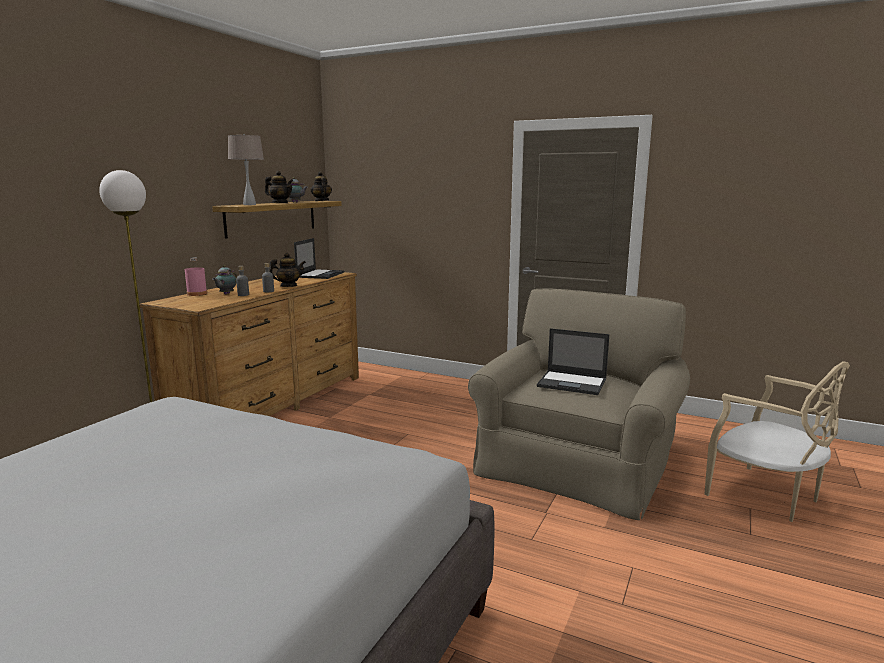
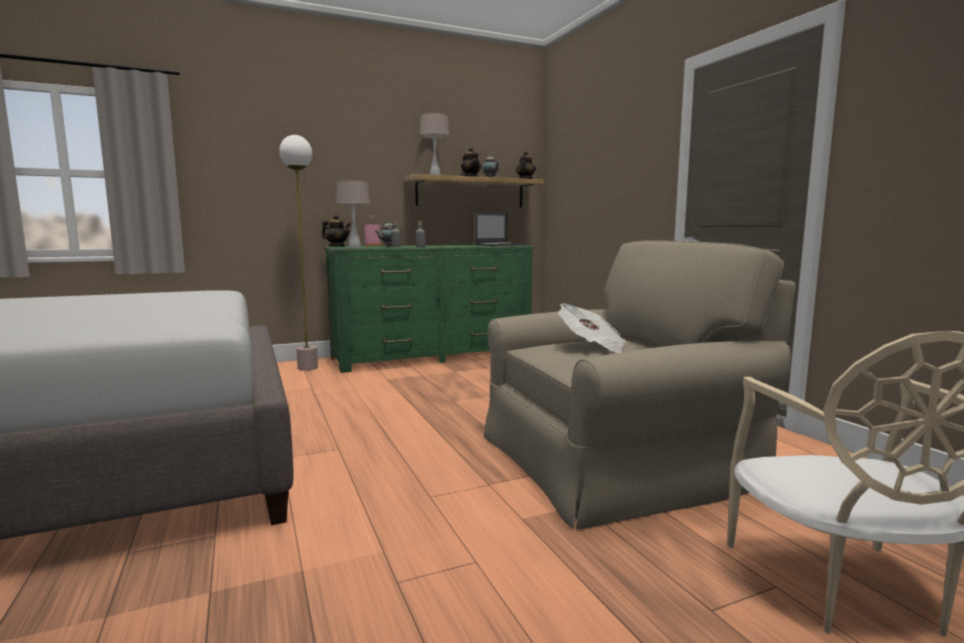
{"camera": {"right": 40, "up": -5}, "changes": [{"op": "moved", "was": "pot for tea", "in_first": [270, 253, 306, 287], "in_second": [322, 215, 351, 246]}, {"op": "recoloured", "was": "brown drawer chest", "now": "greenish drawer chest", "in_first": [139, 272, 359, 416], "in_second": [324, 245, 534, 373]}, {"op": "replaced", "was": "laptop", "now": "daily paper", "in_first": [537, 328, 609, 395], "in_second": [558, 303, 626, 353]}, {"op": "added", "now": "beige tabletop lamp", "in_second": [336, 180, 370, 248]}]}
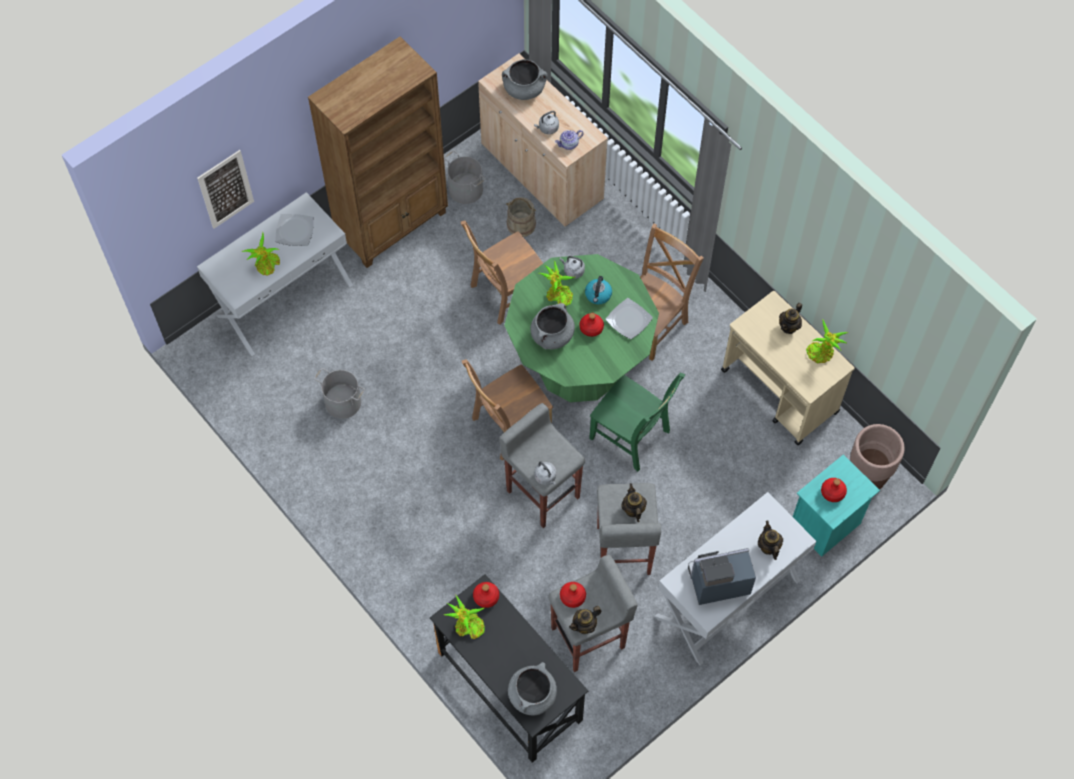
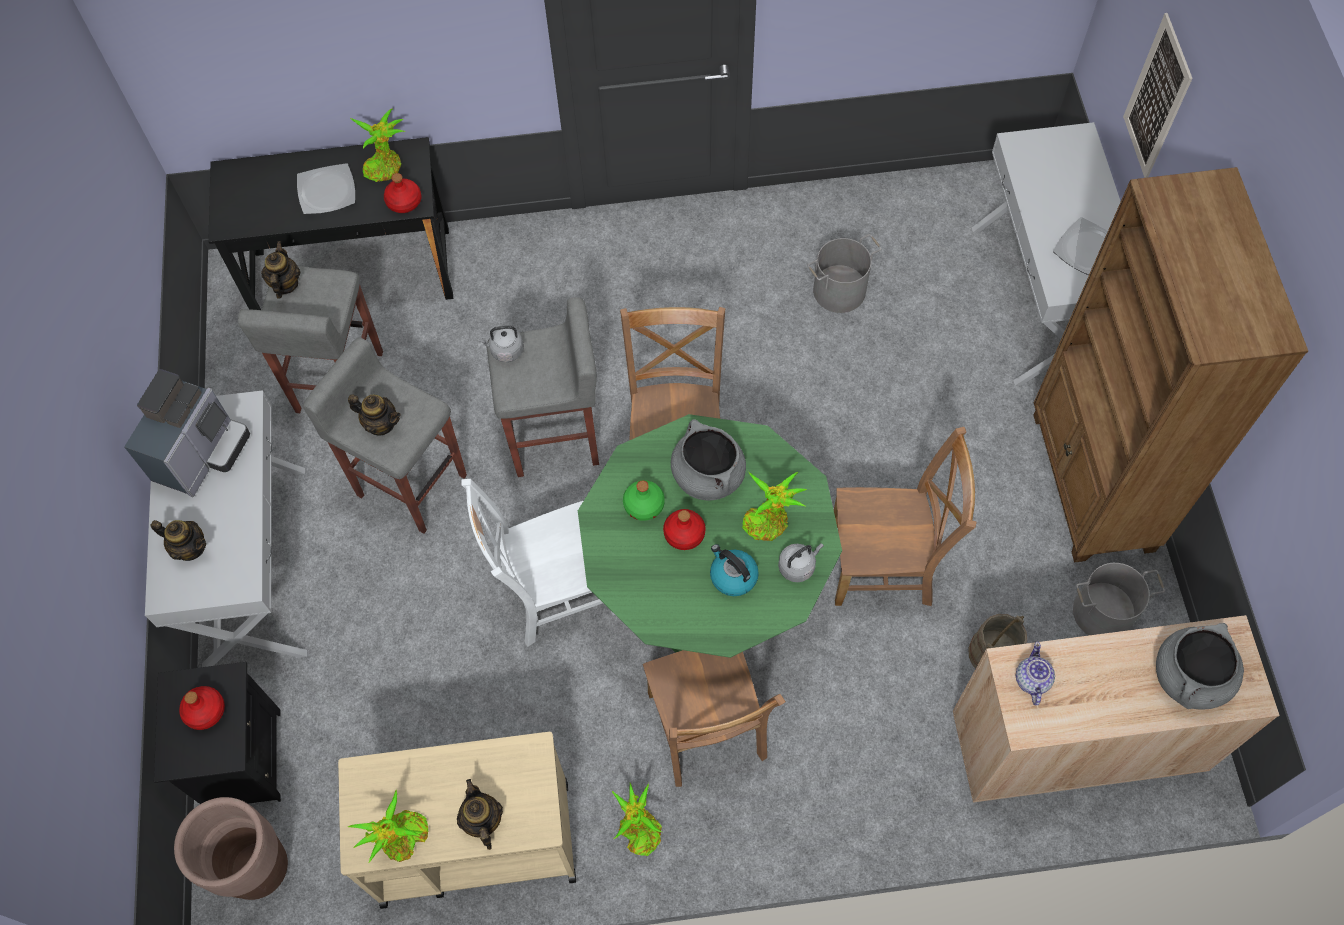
{"camera": {"right": 125, "up": 0}, "changes": [{"op": "removed", "was": "greyish water kettle", "in_first": [534, 111, 559, 134]}, {"op": "turned", "was": "brown chair", "in_first": [461, 220, 543, 325], "in_second": [834, 427, 976, 606], "clockwise": 90}, {"op": "moved", "was": "potted plant", "in_first": [242, 232, 280, 276], "in_second": [612, 783, 662, 856]}, {"op": "moved", "was": "plate", "in_first": [606, 298, 653, 339], "in_second": [297, 163, 355, 214]}, {"op": "recoloured", "was": "greenish chair", "now": "white chair", "in_first": [589, 373, 685, 472], "in_second": [461, 479, 615, 647]}, {"op": "recoloured", "was": "blue-green bedside table", "now": "black bedside table", "in_first": [793, 454, 880, 557], "in_second": [154, 662, 281, 804]}, {"op": "removed", "was": "red-coloured bottle", "in_first": [560, 582, 586, 608]}, {"op": "removed", "was": "greyish saucepot", "in_first": [508, 662, 557, 715]}, {"op": "added", "now": "greenish bottle", "in_second": [623, 480, 665, 521]}]}
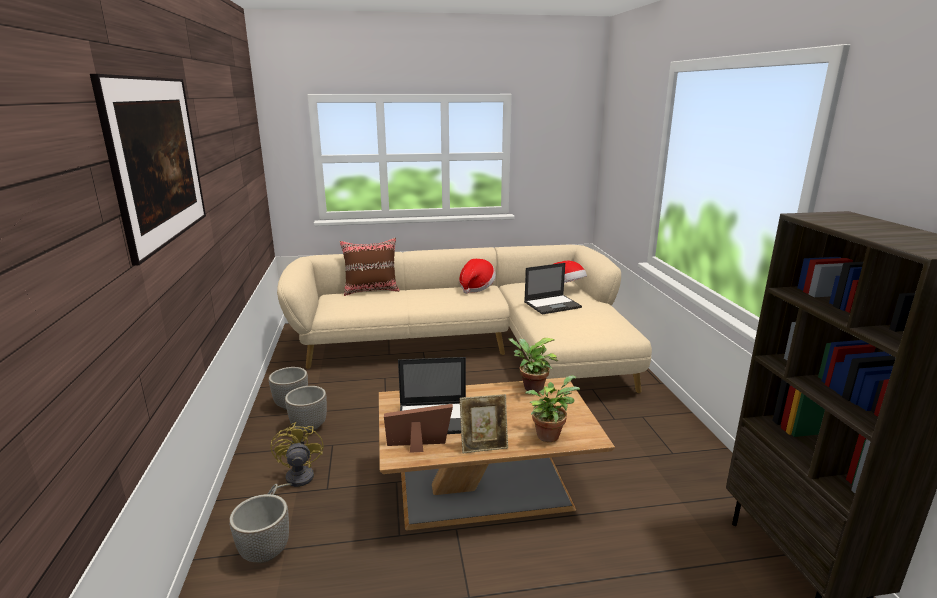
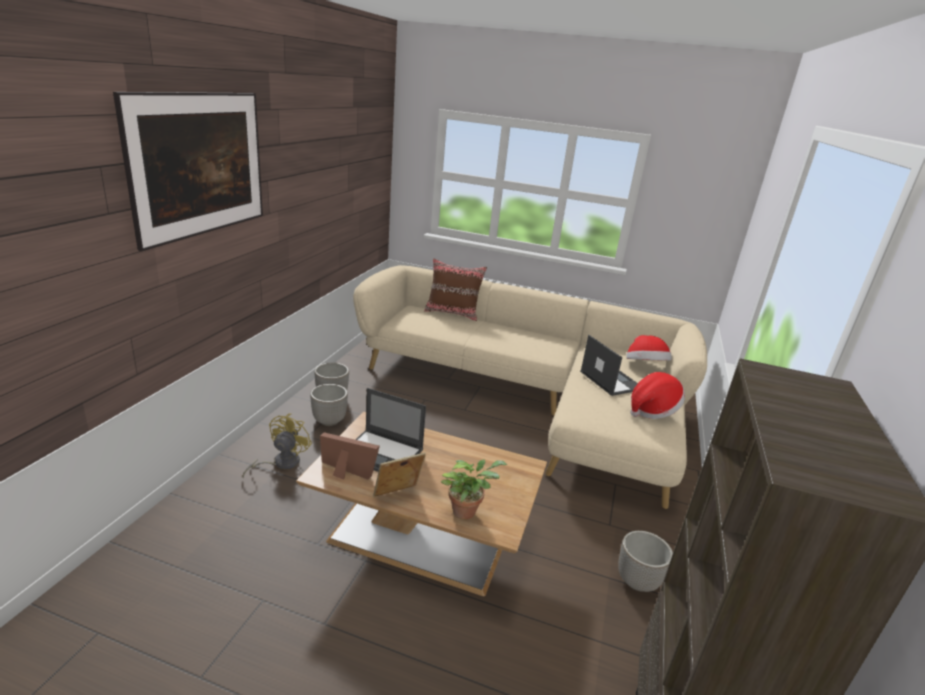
{"camera": {"right": 25, "up": 5}, "changes": [{"op": "moved", "was": "hat", "in_first": [459, 259, 496, 294], "in_second": [630, 372, 685, 419]}, {"op": "turned", "was": "laptop", "in_first": [524, 263, 582, 314], "in_second": [580, 335, 638, 396], "clockwise": -120}, {"op": "removed", "was": "potted plant", "in_first": [508, 338, 558, 393]}, {"op": "turned", "was": "standing frame", "in_first": [460, 394, 508, 453], "in_second": [373, 453, 426, 497], "clockwise": 135}, {"op": "moved", "was": "planter", "in_first": [229, 494, 289, 563], "in_second": [618, 531, 673, 592]}]}
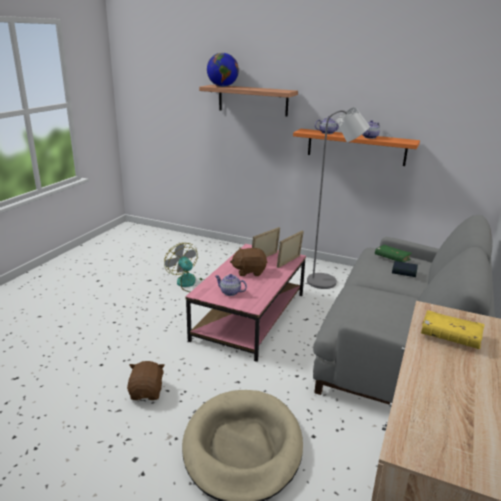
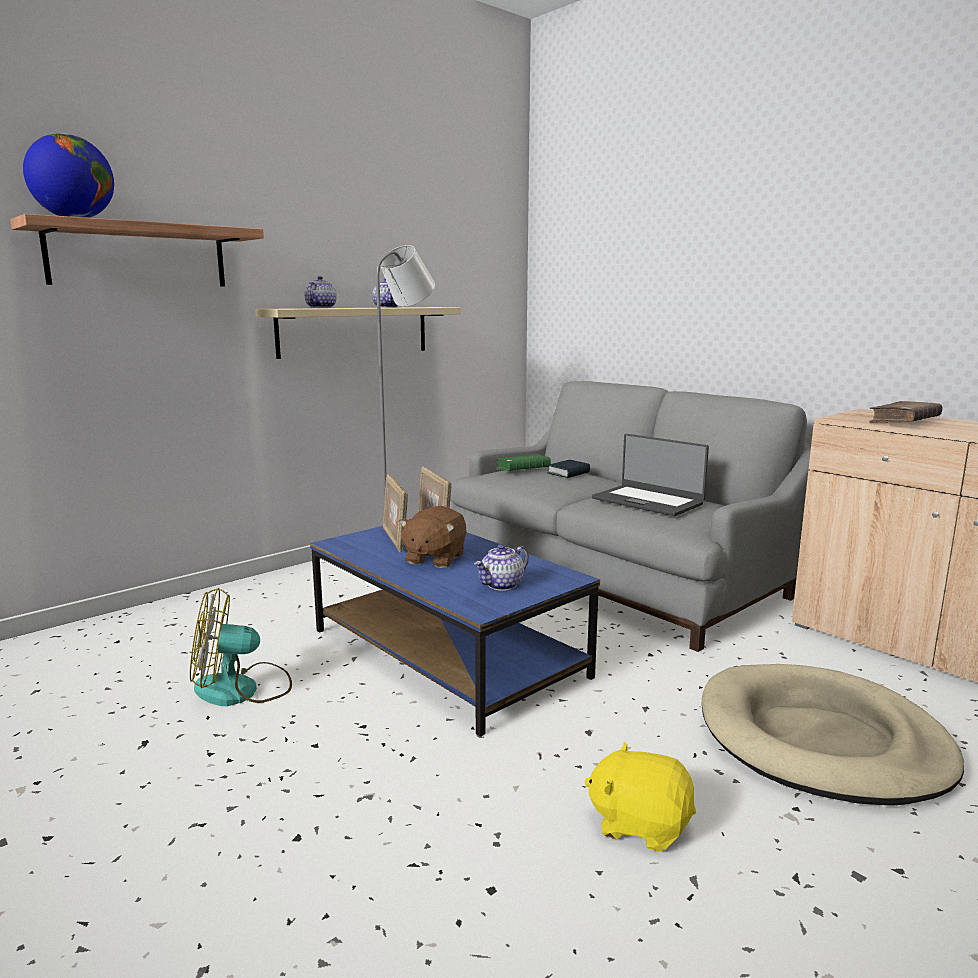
{"camera": {"right": -65, "up": -10}, "changes": [{"op": "recoloured", "was": "orange-coloured bracket shelf", "now": "beige bracket shelf", "in_first": [293, 129, 420, 166], "in_second": [255, 307, 461, 359]}, {"op": "recoloured", "was": "pink-coloured low table", "now": "blue low table", "in_first": [185, 244, 306, 362], "in_second": [310, 519, 600, 737]}, {"op": "recoloured", "was": "yellow-coloured book", "now": "brown book", "in_first": [421, 310, 484, 349], "in_second": [869, 401, 943, 423]}, {"op": "recoloured", "was": "brown plush toy", "now": "yellow-coloured plush toy", "in_first": [127, 361, 165, 400], "in_second": [584, 741, 696, 852]}, {"op": "added", "now": "laptop", "in_second": [592, 434, 709, 516]}]}
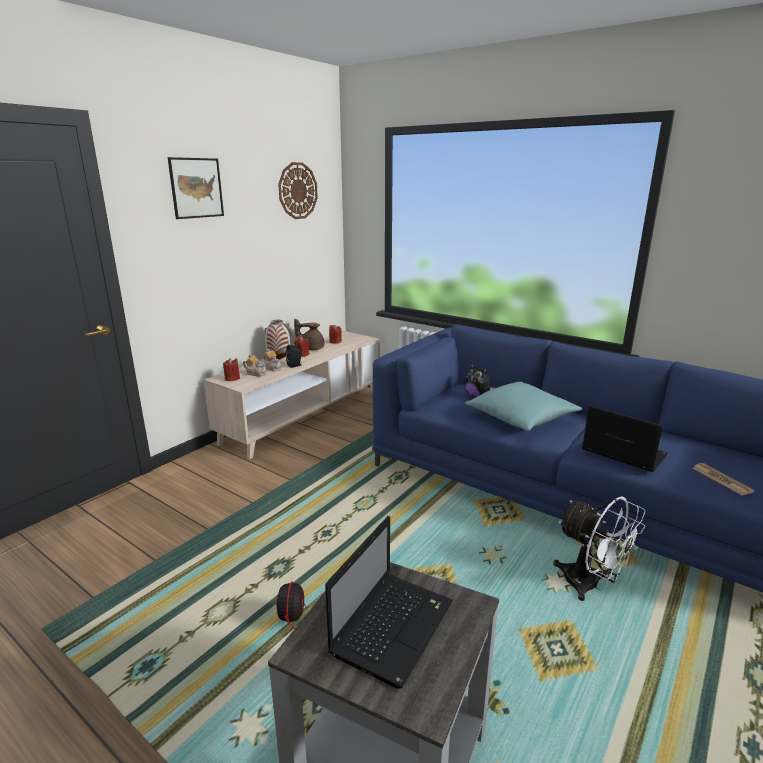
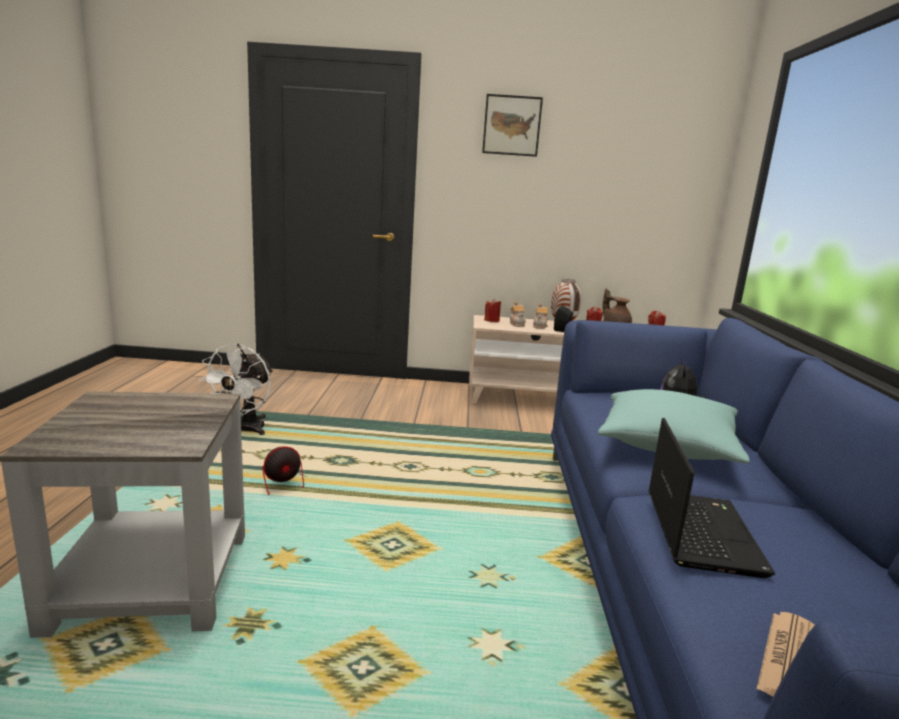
{"camera": {"right": 55, "up": -5}, "changes": [{"op": "removed", "was": "clock on the wall", "in_first": [278, 162, 318, 219]}, {"op": "moved", "was": "white cooling fan", "in_first": [553, 496, 646, 601], "in_second": [199, 344, 273, 435]}, {"op": "removed", "was": "laptop", "in_first": [325, 516, 453, 688]}]}
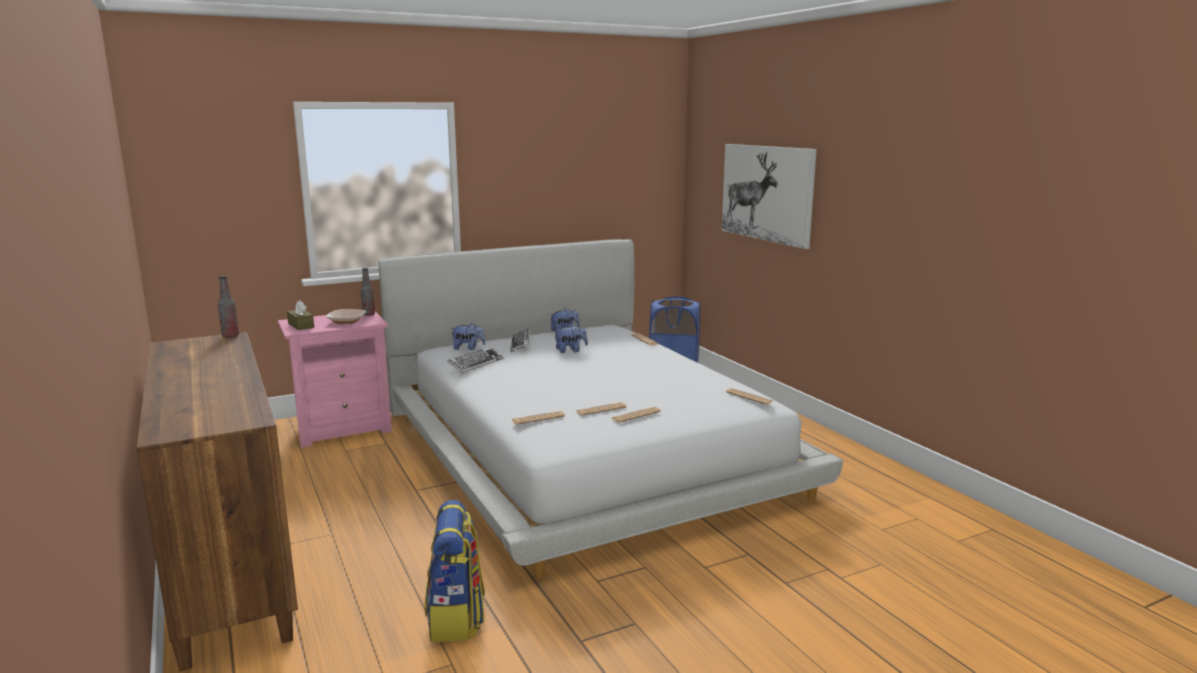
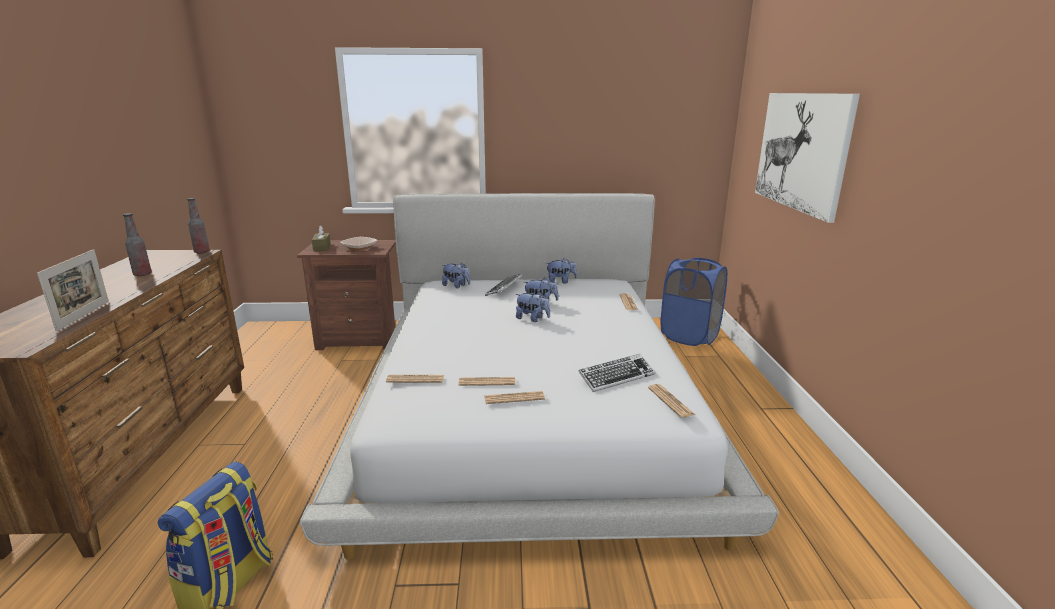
{"camera": {"right": 25, "up": 5}, "changes": [{"op": "moved", "was": "bottle", "in_first": [361, 268, 375, 316], "in_second": [123, 213, 152, 276]}, {"op": "recoloured", "was": "pink-coloured bedside table", "now": "brown bedside table", "in_first": [278, 312, 392, 448], "in_second": [297, 240, 396, 350]}, {"op": "moved", "was": "keyboard", "in_first": [447, 346, 504, 373], "in_second": [578, 354, 655, 392]}, {"op": "added", "now": "standing frame", "in_second": [37, 249, 109, 331]}, {"op": "added", "now": "plush toy", "in_second": [515, 292, 550, 322]}]}
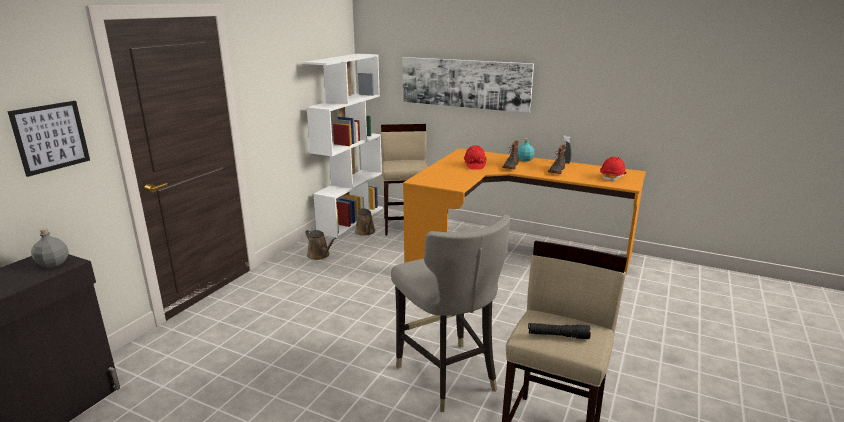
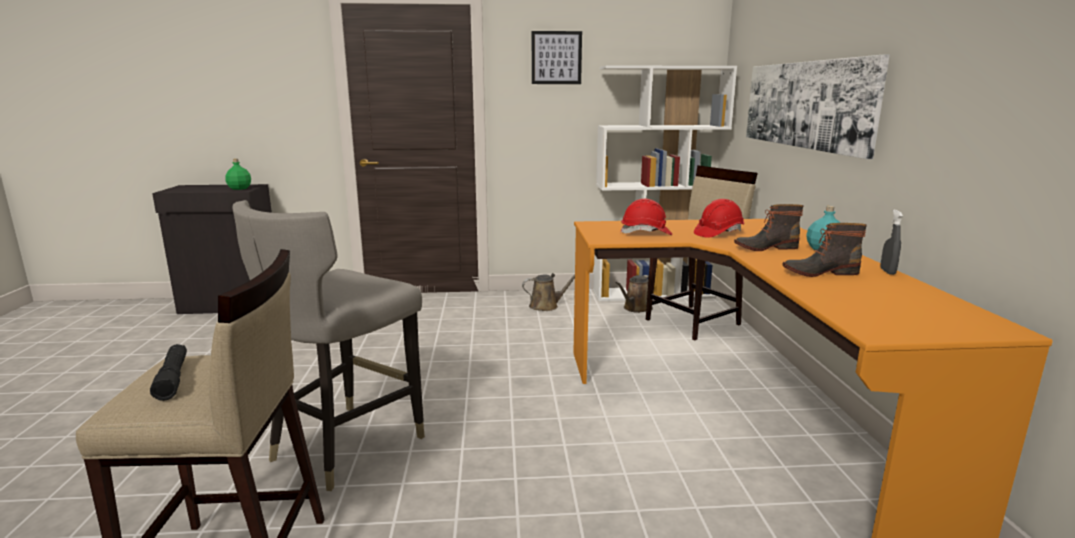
{"camera": {"right": 60, "up": -5}, "changes": [{"op": "moved", "was": "wall picture", "in_first": [7, 101, 90, 177], "in_second": [532, 31, 582, 84]}, {"op": "moved", "was": "red-coloured hard hat", "in_first": [600, 157, 626, 182], "in_second": [620, 199, 672, 235]}, {"op": "recoloured", "was": "greyish bottle", "now": "greenish bottle", "in_first": [31, 228, 69, 268], "in_second": [225, 159, 251, 190]}, {"op": "turned", "was": "brown watering pot", "in_first": [306, 229, 336, 260], "in_second": [522, 273, 575, 311], "clockwise": -120}]}
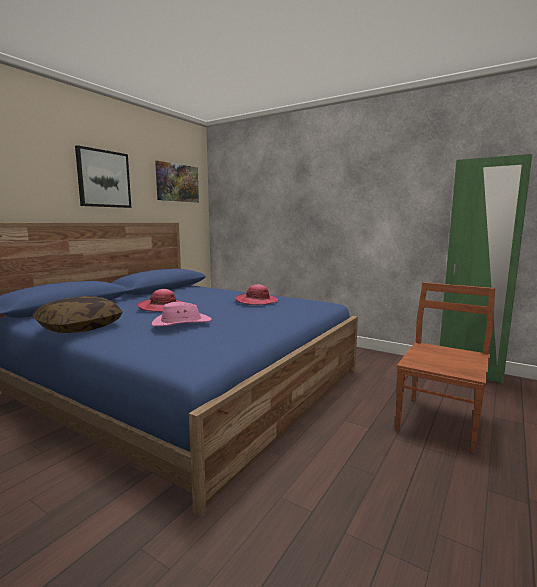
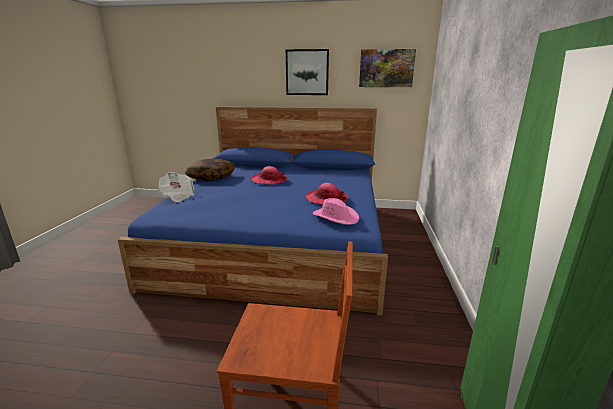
{"camera": {"right": 65, "up": 10}, "changes": [{"op": "moved", "was": "pink-coloured hat", "in_first": [151, 302, 212, 327], "in_second": [313, 198, 359, 225]}, {"op": "added", "now": "daily paper", "in_second": [158, 172, 195, 202]}]}
